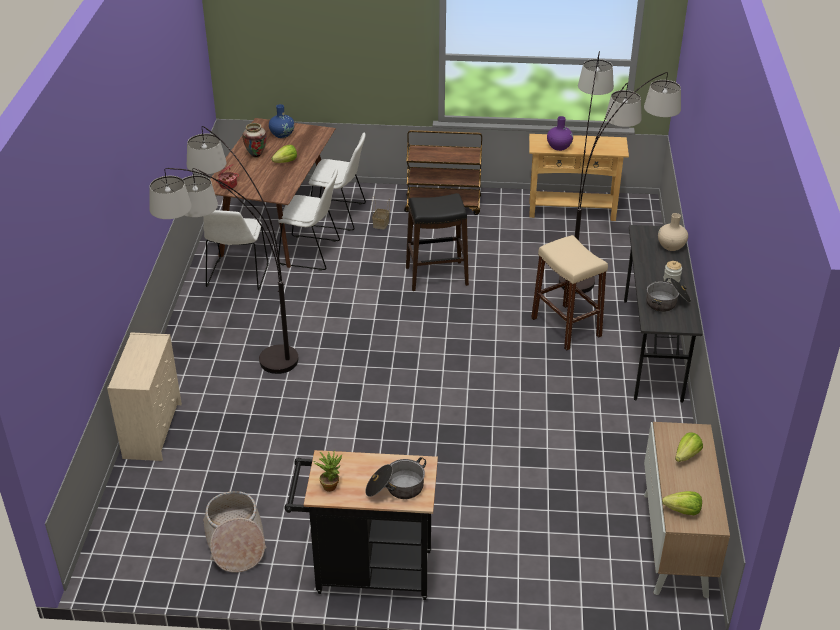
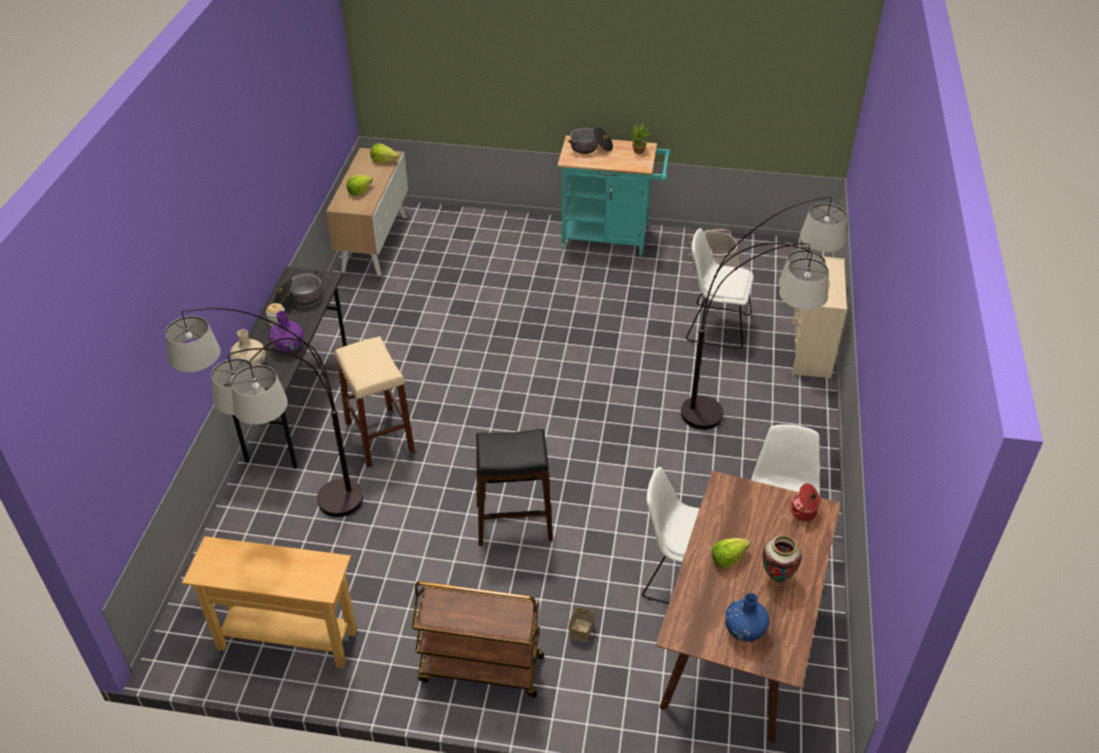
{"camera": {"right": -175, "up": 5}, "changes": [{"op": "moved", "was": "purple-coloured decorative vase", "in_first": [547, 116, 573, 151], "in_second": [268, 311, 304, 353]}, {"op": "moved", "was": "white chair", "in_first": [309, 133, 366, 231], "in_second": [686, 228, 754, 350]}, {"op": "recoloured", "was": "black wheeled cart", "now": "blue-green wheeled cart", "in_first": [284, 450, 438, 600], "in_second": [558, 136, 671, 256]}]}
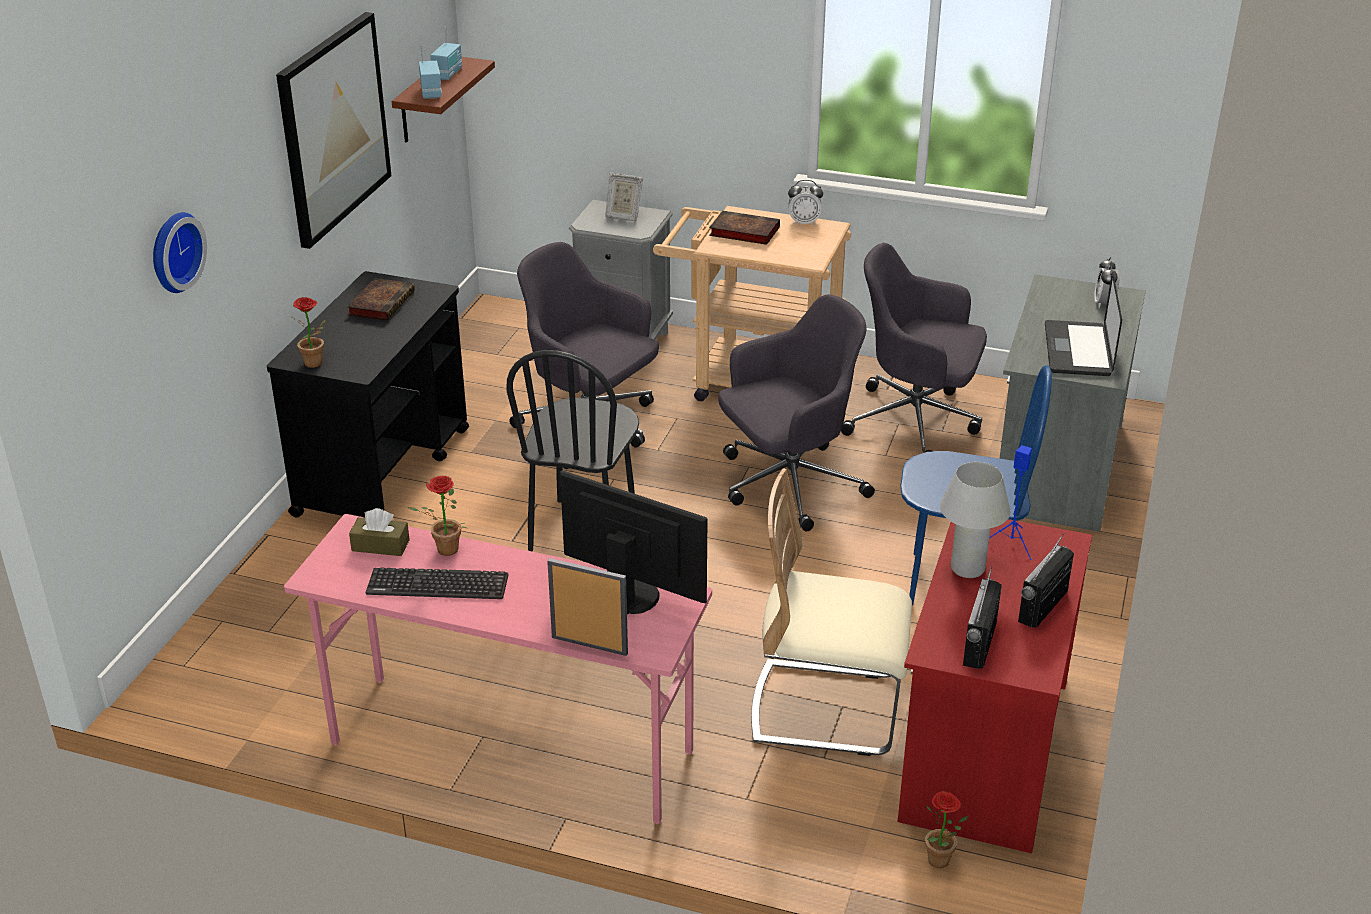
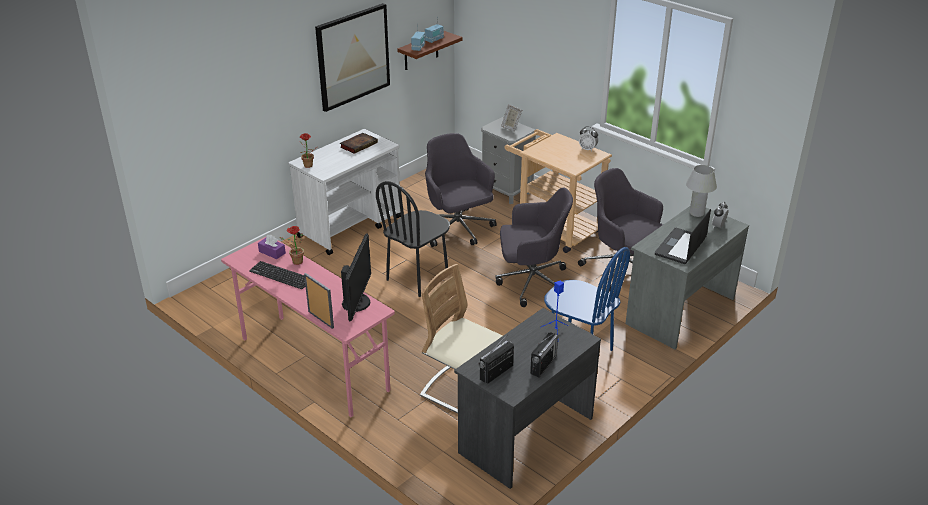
{"camera": {"right": 25, "up": 0}, "changes": [{"op": "removed", "was": "book", "in_first": [709, 211, 780, 245]}, {"op": "removed", "was": "clock on the wall", "in_first": [153, 212, 207, 293]}, {"op": "recoloured", "was": "black wheeled cart", "now": "white wheeled cart", "in_first": [267, 271, 469, 517], "in_second": [289, 129, 401, 255]}, {"op": "moved", "was": "white tabletop lamp", "in_first": [940, 462, 1011, 578], "in_second": [686, 165, 717, 217]}, {"op": "turned", "was": "computer display", "in_first": [560, 471, 707, 614], "in_second": [341, 233, 371, 322], "clockwise": 45}, {"op": "recoloured", "was": "brown tissue box", "now": "purple-coloured tissue box", "in_first": [349, 508, 410, 556], "in_second": [258, 234, 286, 259]}, {"op": "recoloured", "was": "red-coloured desk", "now": "greyish desk", "in_first": [898, 519, 1092, 853], "in_second": [454, 308, 601, 489]}, {"op": "turned", "was": "radio receiver", "in_first": [1018, 533, 1074, 628], "in_second": [530, 333, 559, 377], "clockwise": 150}, {"op": "removed", "was": "potted plant", "in_first": [925, 791, 968, 868]}]}
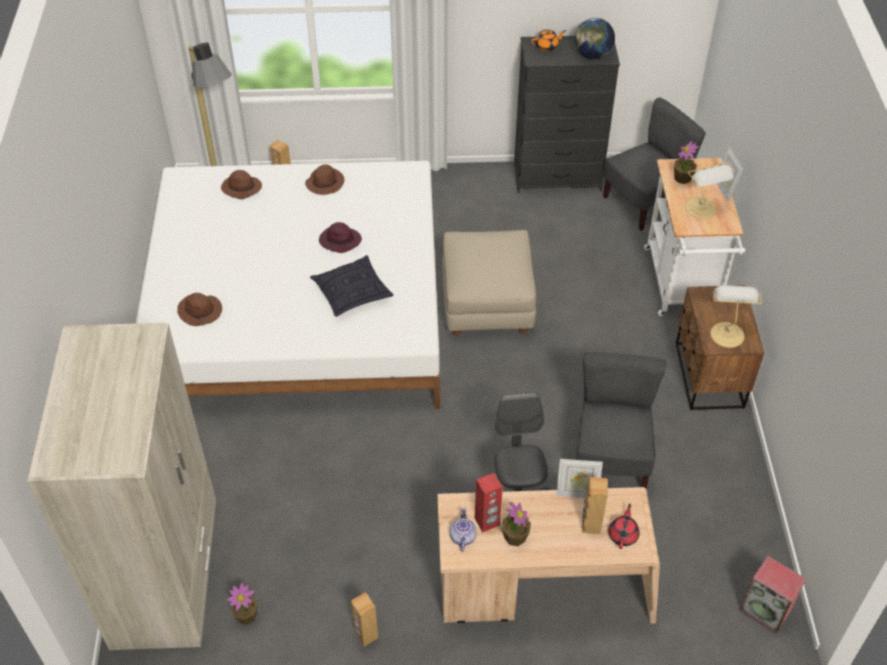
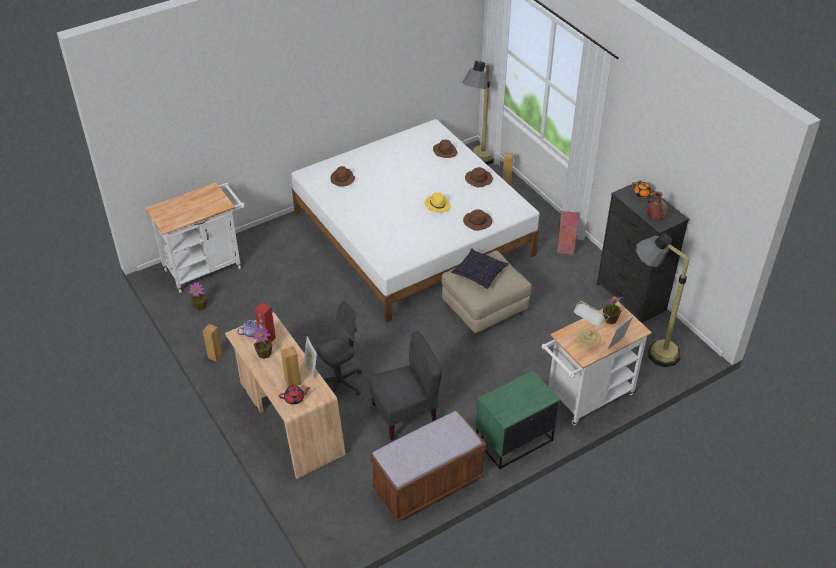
{"camera": {"right": 60, "up": -5}, "changes": [{"op": "replaced", "was": "globe", "now": "brown decorative vase", "in_first": [575, 18, 615, 59], "in_second": [646, 191, 668, 220]}, {"op": "replaced", "was": "greyish chair", "now": "floor lamp", "in_first": [603, 97, 706, 231], "in_second": [636, 233, 690, 367]}, {"op": "recoloured", "was": "purple-coloured hat", "now": "yellow-coloured hat", "in_first": [319, 222, 362, 253], "in_second": [425, 192, 451, 213]}, {"op": "moved", "was": "throw pillow", "in_first": [310, 255, 394, 317], "in_second": [451, 248, 509, 289]}, {"op": "recoloured", "was": "brown bedside table", "now": "greenish bedside table", "in_first": [676, 285, 764, 410], "in_second": [476, 371, 560, 469]}, {"op": "removed", "was": "tabletop lamp", "in_first": [710, 285, 762, 348]}, {"op": "replaced", "was": "beige armoire", "now": "white wheeled cart", "in_first": [27, 323, 216, 650], "in_second": [145, 183, 245, 293]}, {"op": "moved", "was": "loudspeaker", "in_first": [739, 556, 806, 634], "in_second": [557, 211, 578, 255]}, {"op": "added", "now": "brown hat", "in_second": [463, 209, 492, 231]}, {"op": "added", "now": "brown bench", "in_second": [370, 411, 486, 522]}]}
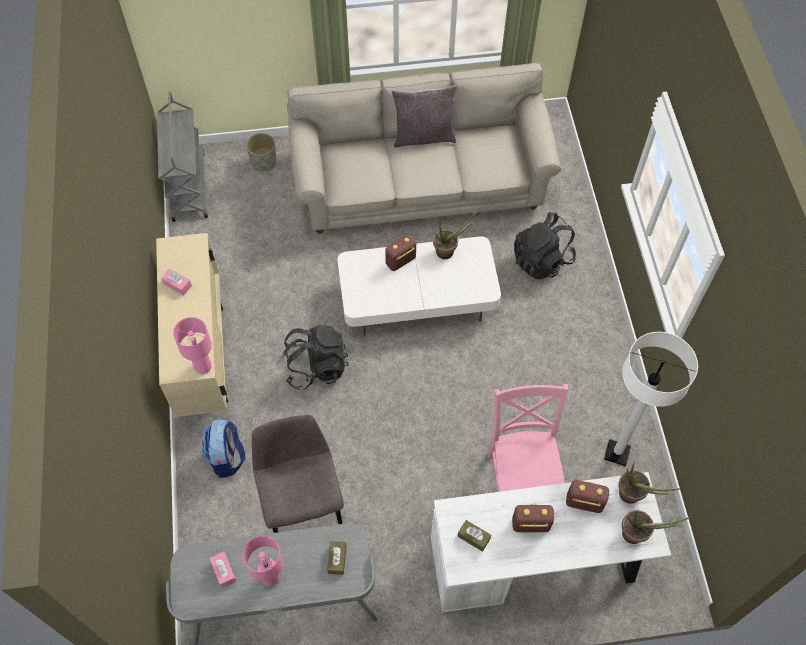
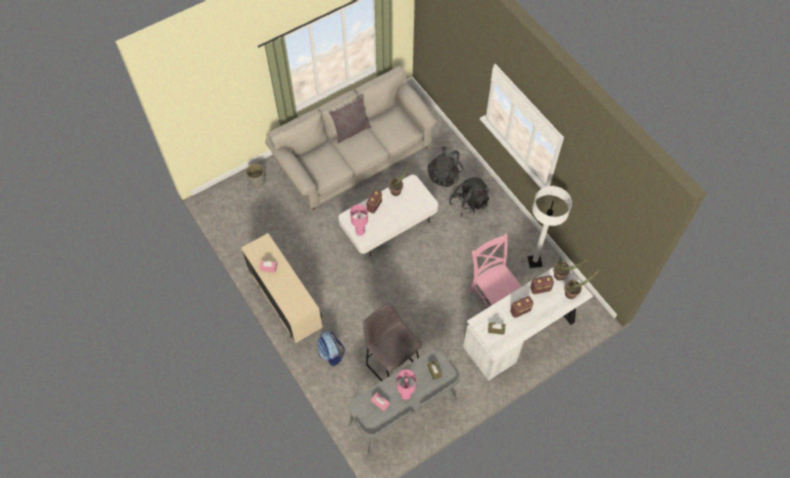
{"camera": {"right": -25, "up": 0}, "changes": [{"op": "removed", "was": "greyish wheeled cart", "in_first": [157, 91, 208, 222]}, {"op": "moved", "was": "pink-coloured tabletop lamp", "in_first": [173, 317, 212, 374], "in_second": [350, 204, 368, 236]}, {"op": "moved", "was": "black knapsack", "in_first": [283, 325, 349, 390], "in_second": [449, 177, 489, 218]}]}
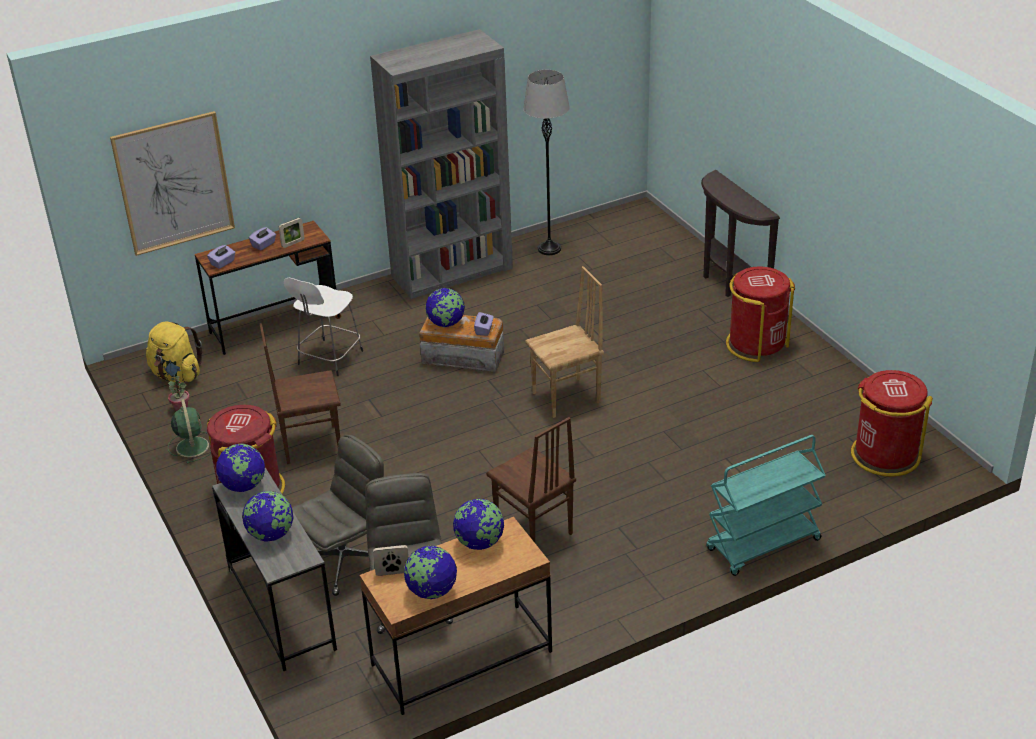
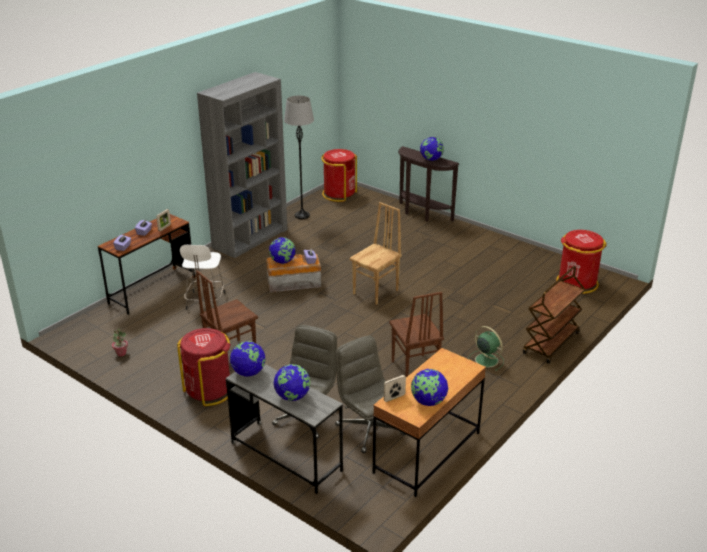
{"camera": {"right": -25, "up": -5}, "changes": [{"op": "removed", "was": "wall picture", "in_first": [110, 111, 235, 256]}, {"op": "moved", "was": "red-coloured trash can", "in_first": [726, 266, 795, 362], "in_second": [321, 149, 357, 202]}, {"op": "removed", "was": "yellow-coloured knapsack", "in_first": [146, 321, 202, 382]}, {"op": "moved", "was": "greenish cooling fan", "in_first": [168, 399, 211, 464], "in_second": [468, 326, 504, 371]}, {"op": "turned", "was": "brown chair", "in_first": [486, 417, 576, 543], "in_second": [389, 292, 444, 377], "clockwise": 45}, {"op": "recoloured", "was": "blue-green wheeled cart", "now": "brown wheeled cart", "in_first": [706, 435, 826, 576], "in_second": [523, 266, 585, 364]}, {"op": "moved", "was": "globe", "in_first": [453, 499, 504, 550], "in_second": [420, 137, 444, 161]}]}
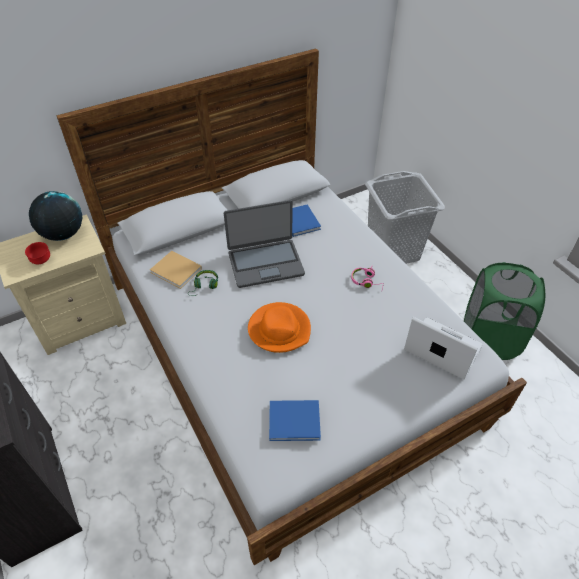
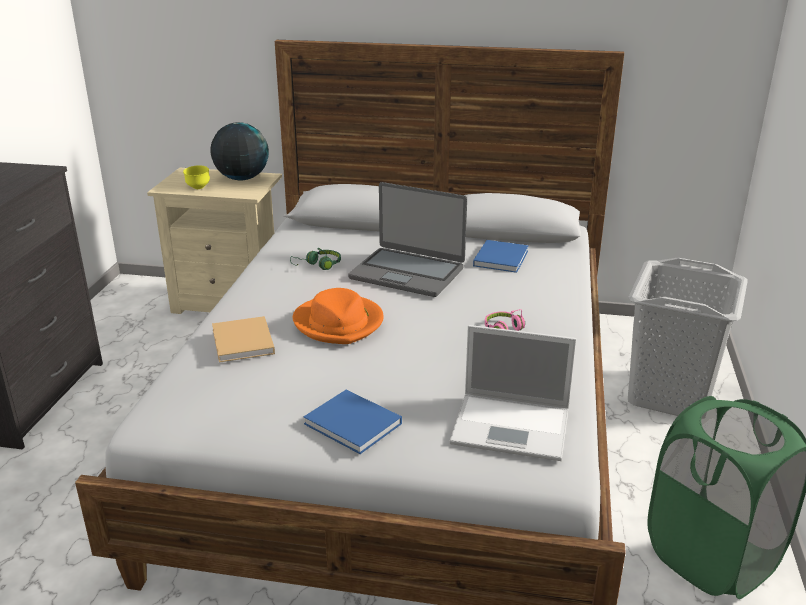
{"camera": {"right": 40, "up": -20}, "changes": [{"op": "recoloured", "was": "red-coloured bowl", "now": "yellow-coloured bowl", "in_first": [25, 242, 50, 264], "in_second": [183, 165, 210, 189]}, {"op": "moved", "was": "beige book", "in_first": [150, 251, 202, 289], "in_second": [212, 316, 275, 363]}, {"op": "turned", "was": "laptop", "in_first": [404, 317, 483, 380], "in_second": [449, 325, 576, 461], "clockwise": 120}, {"op": "moved", "was": "blue book", "in_first": [269, 400, 321, 441], "in_second": [304, 390, 402, 454]}]}
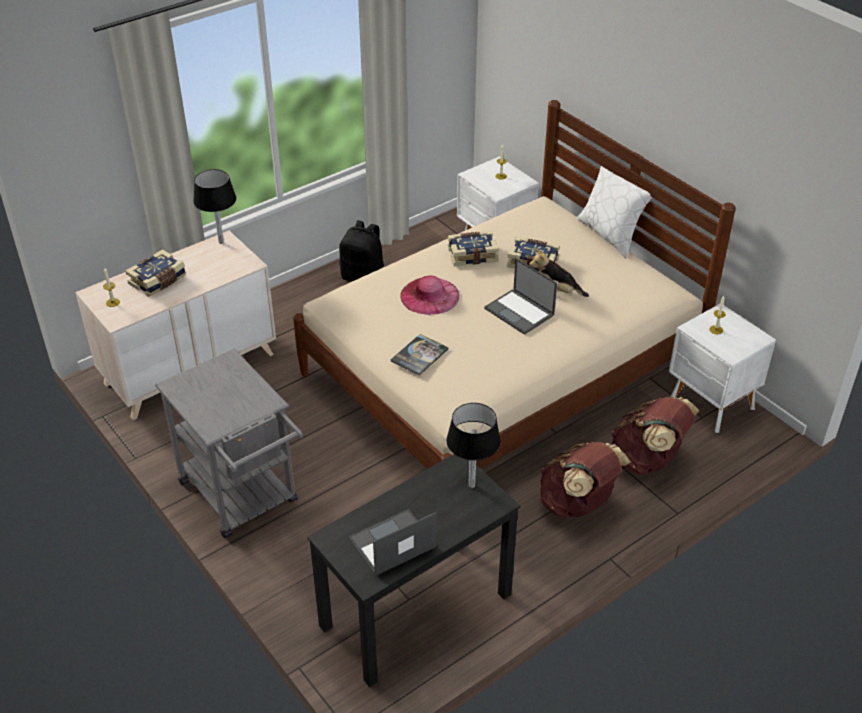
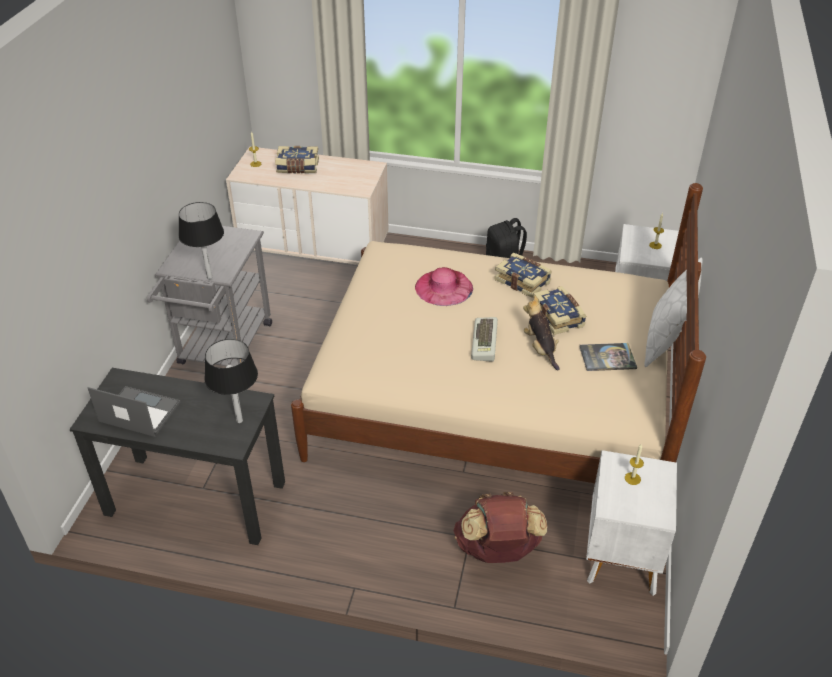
{"camera": {"right": 50, "up": 0}, "changes": [{"op": "moved", "was": "black tabletop lamp", "in_first": [193, 169, 236, 244], "in_second": [179, 202, 224, 279]}, {"op": "replaced", "was": "laptop", "now": "keyboard", "in_first": [484, 258, 557, 335], "in_second": [471, 317, 498, 362]}, {"op": "moved", "was": "book", "in_first": [390, 334, 449, 376], "in_second": [580, 343, 637, 371]}, {"op": "removed", "was": "brown knapsack", "in_first": [540, 442, 631, 518]}]}
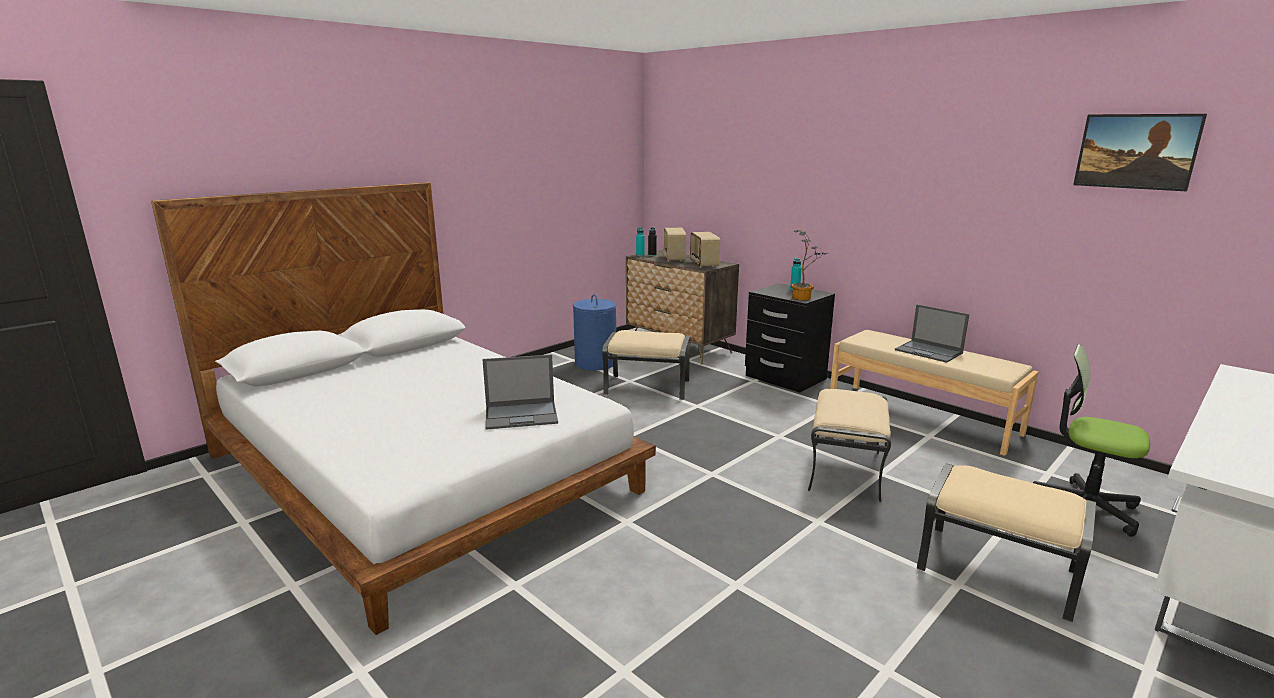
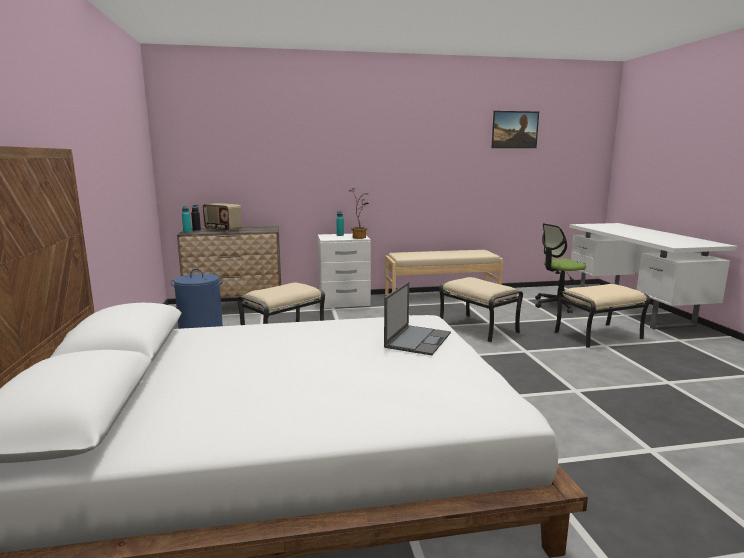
{"camera": {"right": -55, "up": -5}, "changes": [{"op": "removed", "was": "radio receiver", "in_first": [690, 232, 720, 268]}, {"op": "recoloured", "was": "black bedside table", "now": "white bedside table", "in_first": [745, 283, 835, 392], "in_second": [318, 234, 371, 308]}, {"op": "removed", "was": "laptop", "in_first": [895, 304, 969, 363]}]}
